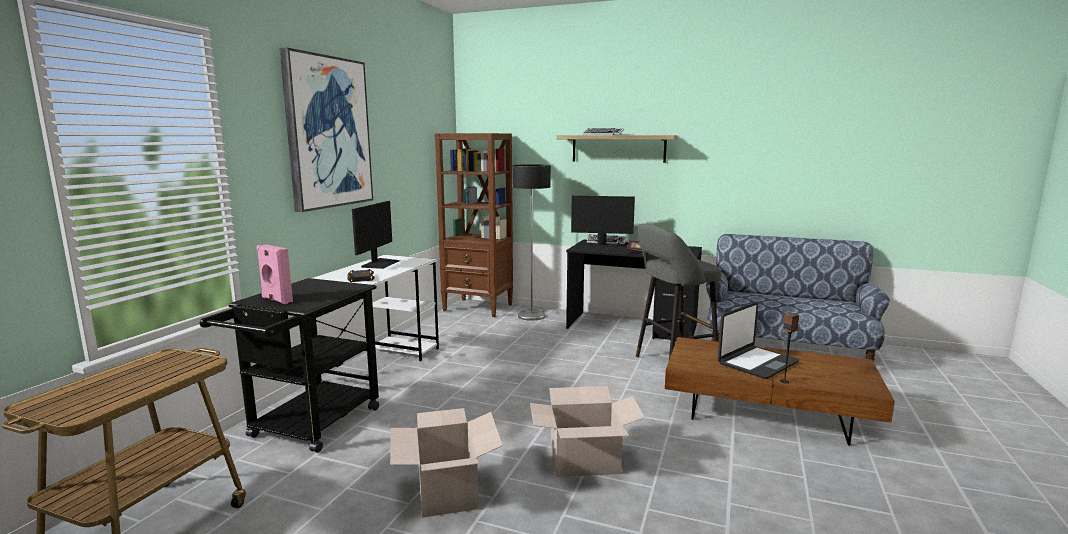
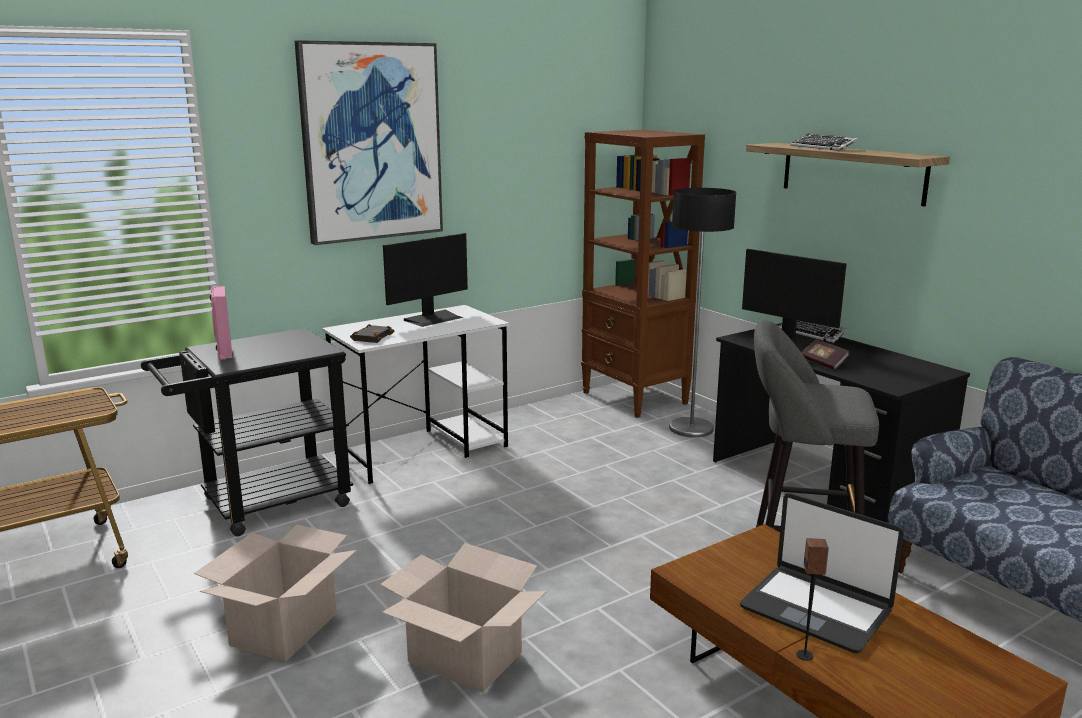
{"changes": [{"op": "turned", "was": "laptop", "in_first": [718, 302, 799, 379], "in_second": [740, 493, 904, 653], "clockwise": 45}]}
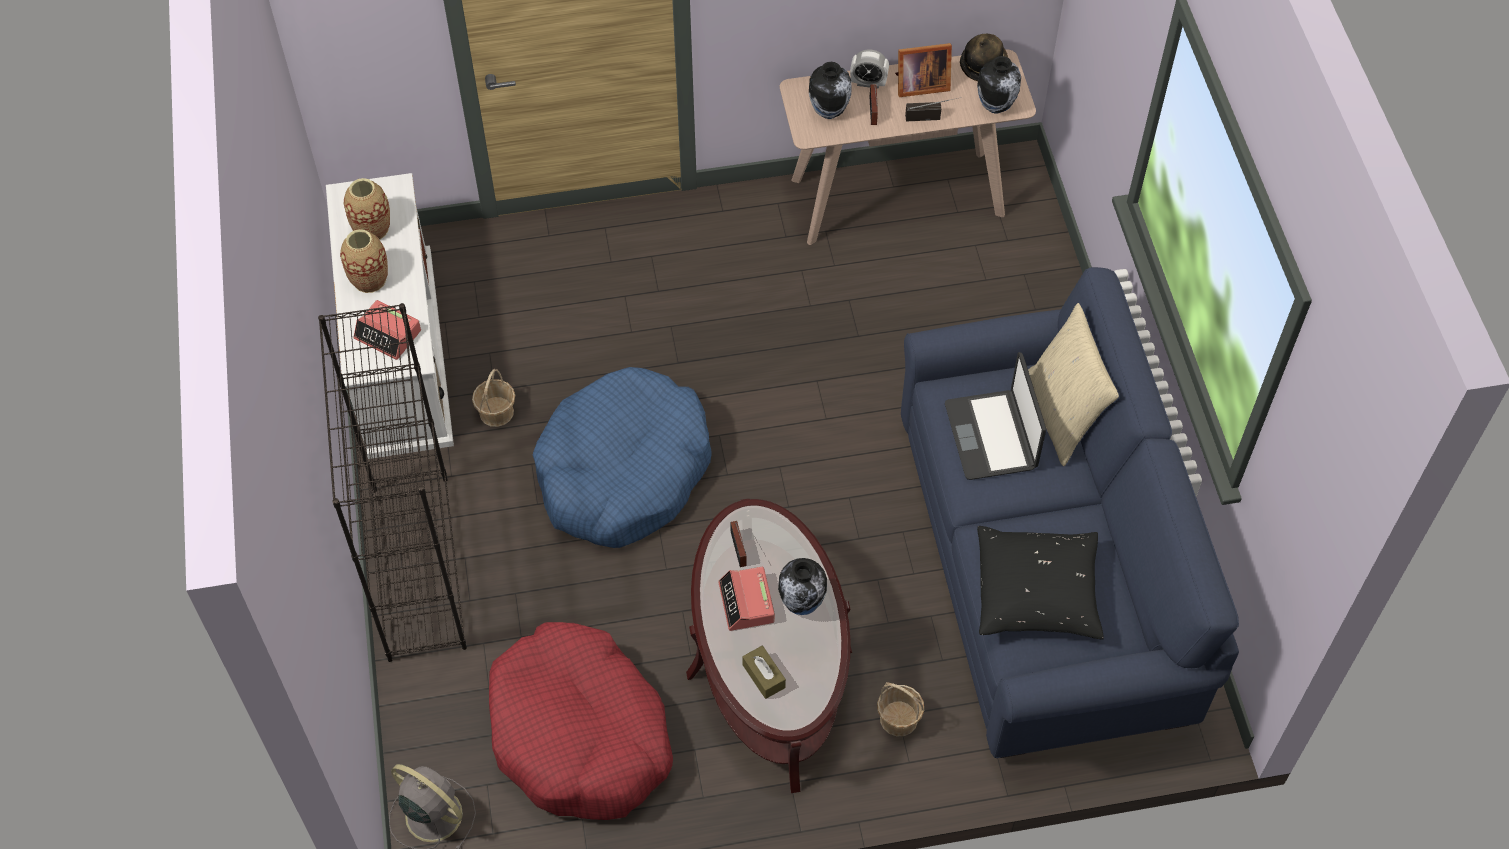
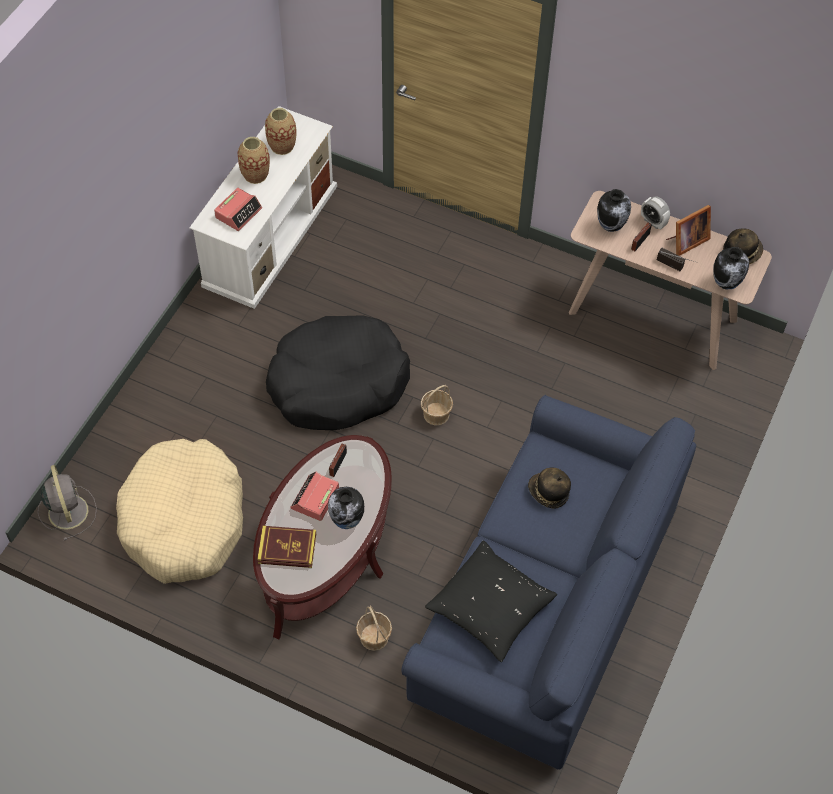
{"changes": [{"op": "removed", "was": "bookcase in black", "in_first": [318, 303, 467, 662]}, {"op": "turned", "was": "alarm clock", "in_first": [353, 300, 421, 360], "in_second": [214, 188, 262, 231], "clockwise": -120}, {"op": "moved", "was": "basket", "in_first": [472, 369, 515, 427], "in_second": [421, 385, 453, 426]}, {"op": "recoloured", "was": "dog bed in red", "now": "dog bed in beige", "in_first": [489, 622, 673, 820], "in_second": [116, 439, 243, 584]}, {"op": "recoloured", "was": "dog bed in blue", "now": "dog bed in black", "in_first": [533, 367, 712, 548], "in_second": [266, 315, 410, 430]}, {"op": "replaced", "was": "tissue box in brown", "now": "book", "in_first": [743, 646, 786, 699], "in_second": [257, 526, 316, 568]}, {"op": "turned", "was": "picture frame", "in_first": [895, 43, 952, 97], "in_second": [666, 205, 711, 256], "clockwise": -60}, {"op": "replaced", "was": "laptop", "now": "hat", "in_first": [945, 352, 1046, 480], "in_second": [528, 468, 571, 509]}, {"op": "removed", "was": "pillow in beige", "in_first": [1028, 303, 1119, 466]}]}
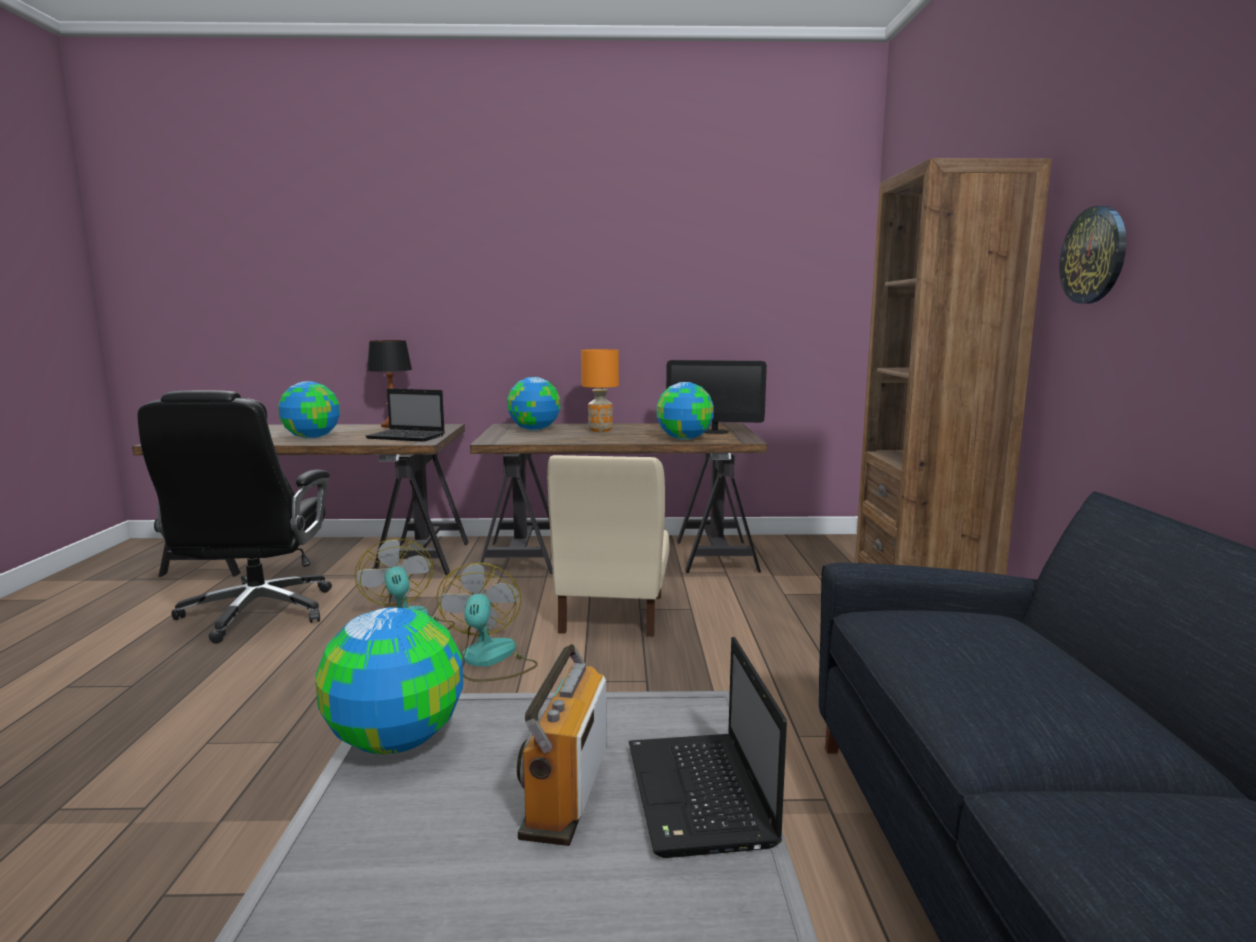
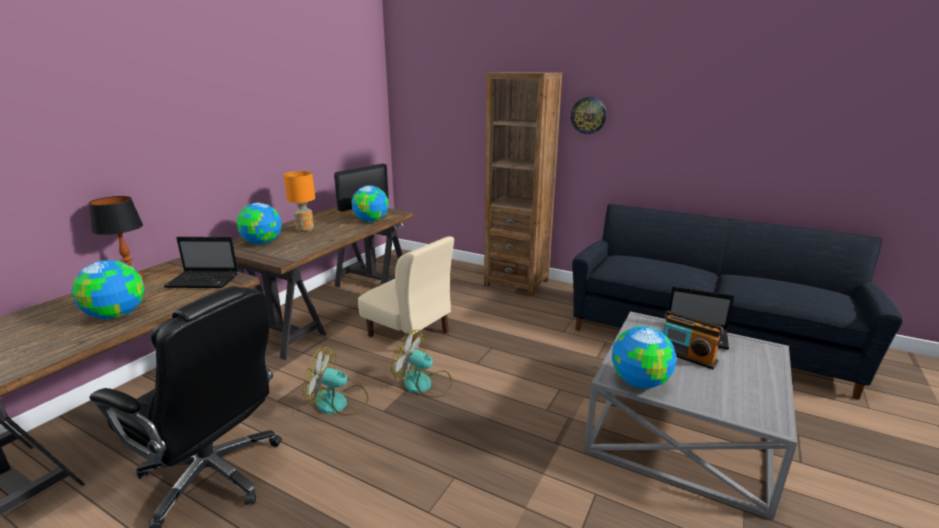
{"changes": [{"op": "turned", "was": "laptop", "in_first": [366, 388, 445, 442], "in_second": [164, 237, 238, 288], "clockwise": 45}]}
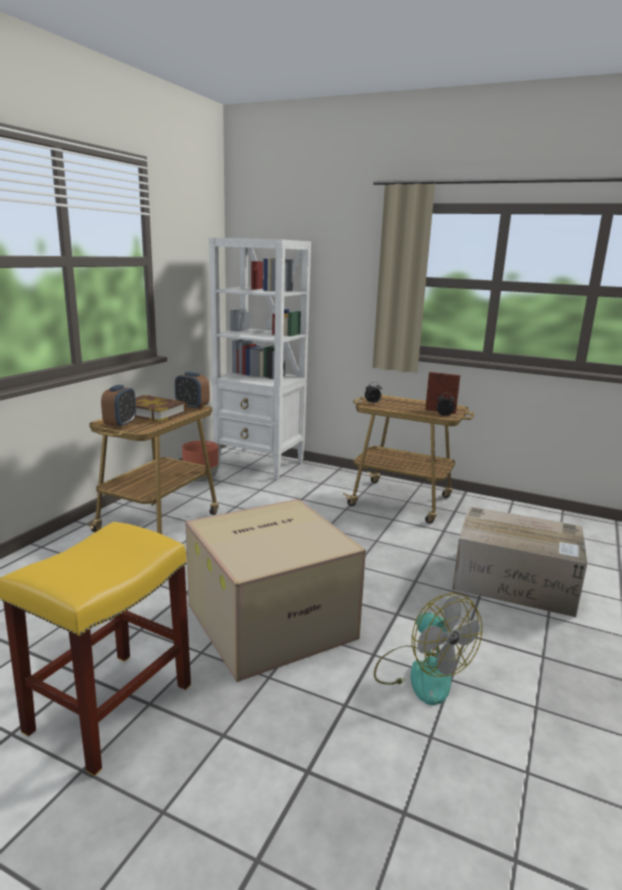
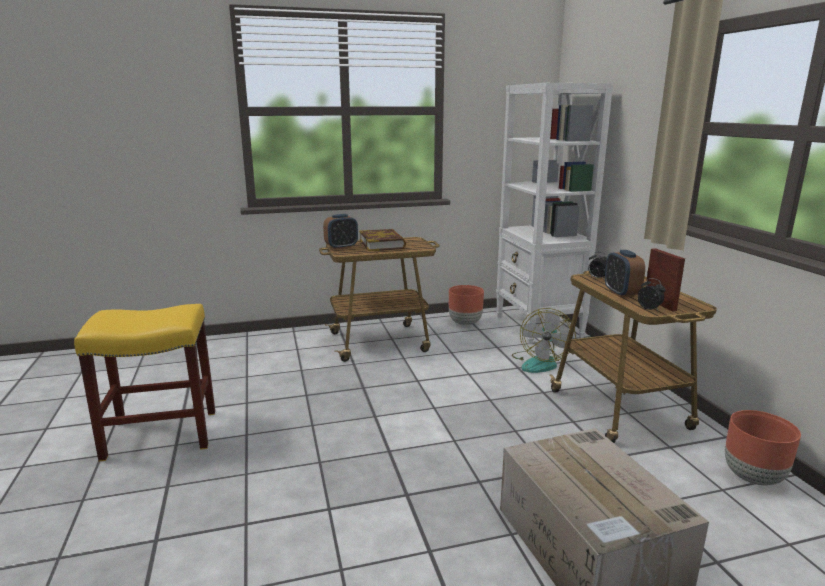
{"changes": [{"op": "moved", "was": "alarm clock", "in_first": [175, 372, 210, 410], "in_second": [605, 250, 645, 298]}, {"op": "removed", "was": "cardboard box", "in_first": [185, 499, 366, 682]}, {"op": "moved", "was": "fan", "in_first": [374, 593, 482, 705], "in_second": [512, 308, 576, 373]}, {"op": "added", "now": "planter in brown", "in_second": [725, 410, 801, 486]}]}
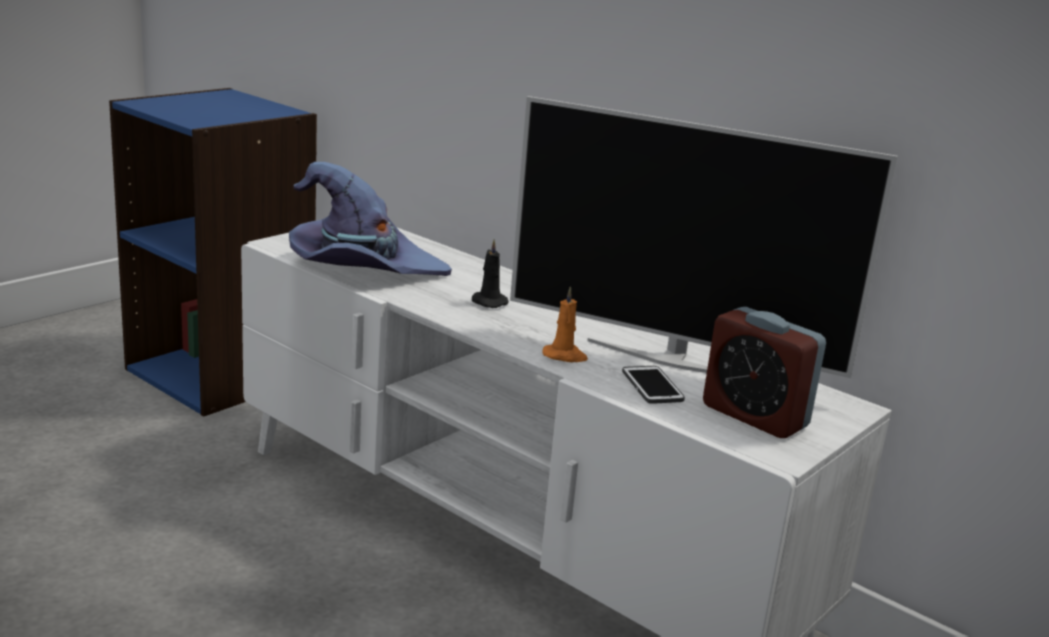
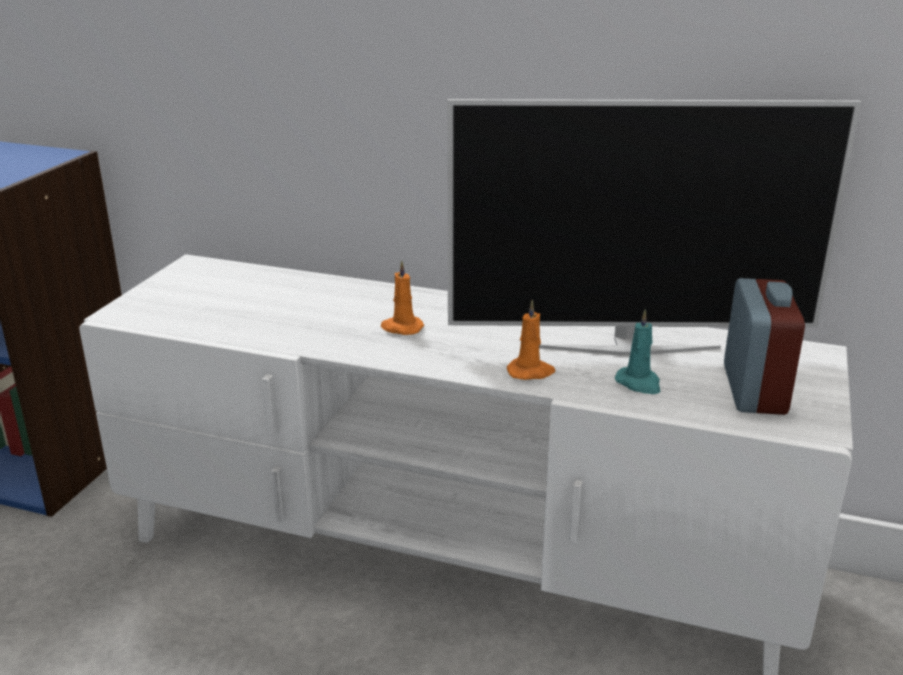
{"changes": [{"op": "removed", "was": "hat in purple", "in_first": [289, 162, 452, 276]}, {"op": "recoloured", "was": "candle in black", "now": "candle in orange", "in_first": [472, 239, 509, 308], "in_second": [381, 260, 424, 335]}, {"op": "replaced", "was": "phone", "now": "candle in turquoise", "in_first": [622, 366, 685, 404], "in_second": [615, 309, 660, 394]}, {"op": "turned", "was": "alarm clock", "in_first": [703, 307, 826, 438], "in_second": [724, 278, 805, 415], "clockwise": -105}]}
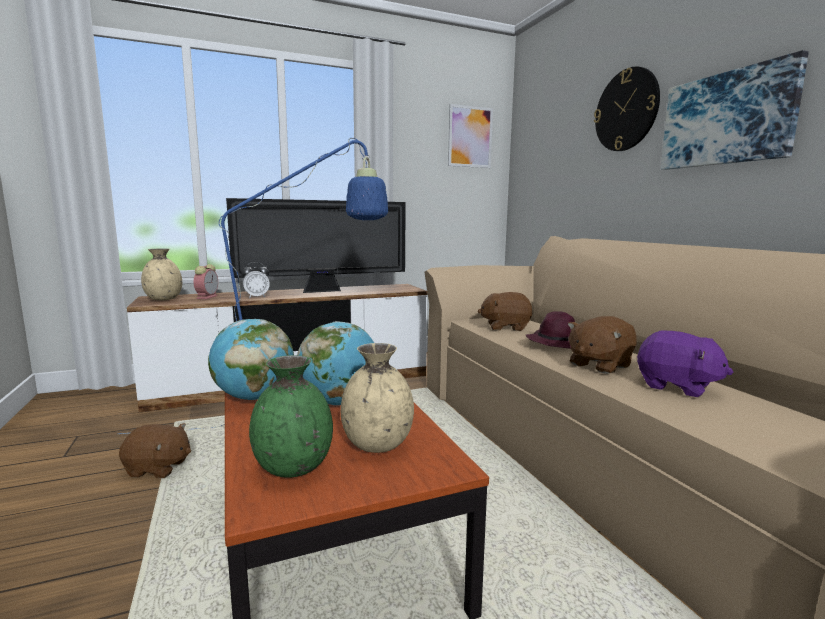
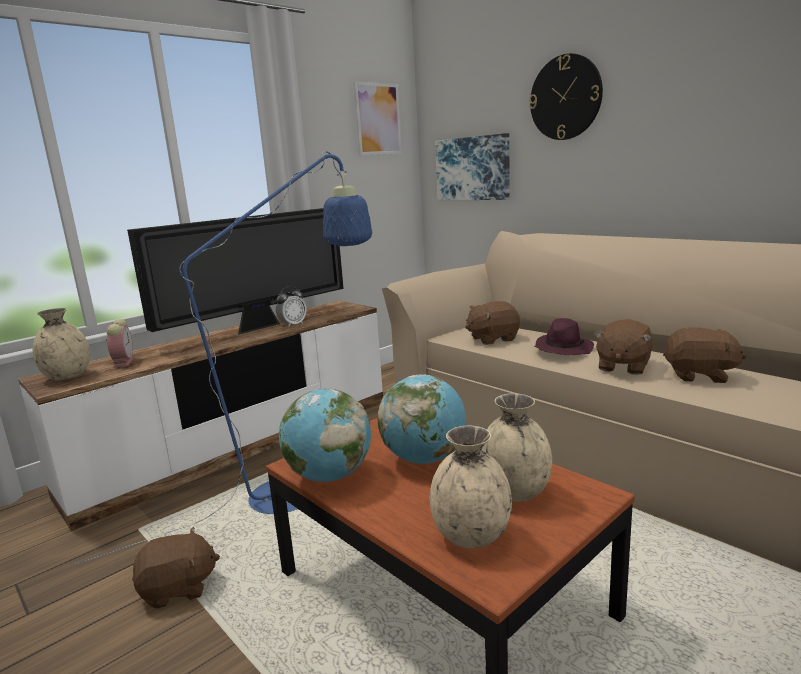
{"changes": [{"op": "moved", "was": "alarm clock", "in_first": [241, 262, 270, 298], "in_second": [276, 286, 307, 328]}, {"op": "recoloured", "was": "vase in green", "now": "vase in beige", "in_first": [249, 355, 333, 478], "in_second": [430, 426, 512, 549]}, {"op": "recoloured", "was": "plush toy in purple", "now": "plush toy in brown", "in_first": [637, 331, 733, 398], "in_second": [663, 327, 747, 383]}, {"op": "moved", "was": "picture", "in_first": [661, 50, 809, 170], "in_second": [435, 133, 510, 200]}]}
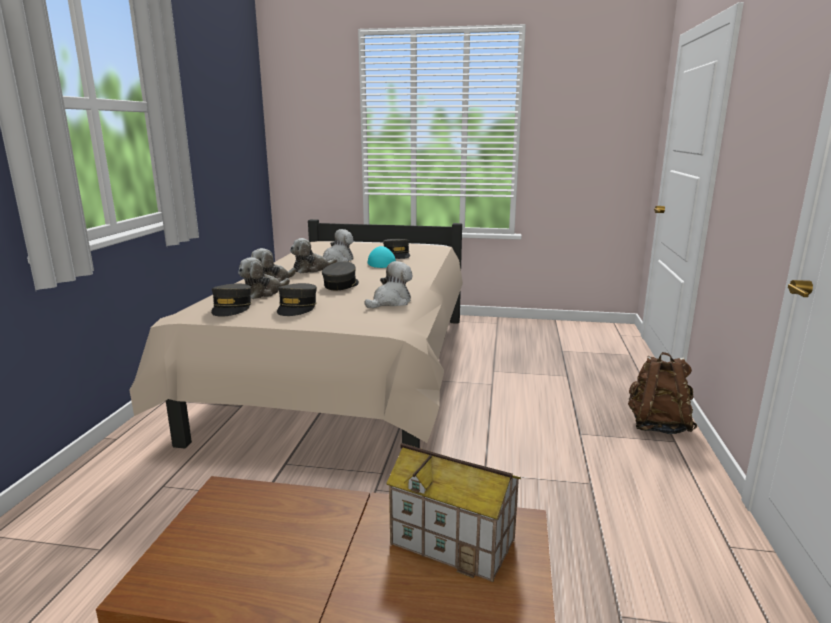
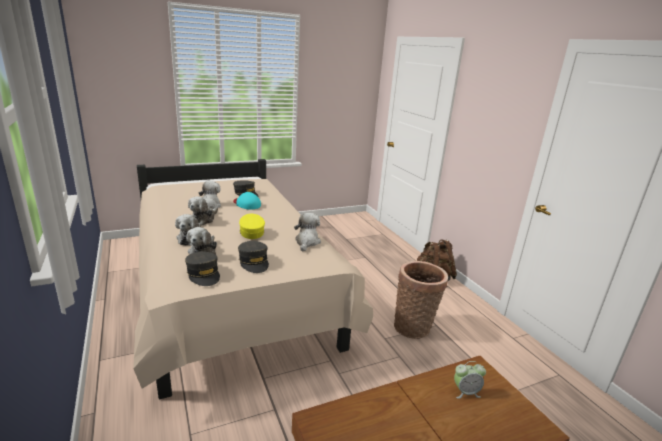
{"changes": [{"op": "recoloured", "was": "cap in grey", "now": "cap in yellow", "in_first": [322, 261, 359, 290], "in_second": [239, 214, 265, 239]}, {"op": "replaced", "was": "toy house", "now": "alarm clock", "in_first": [386, 443, 521, 582], "in_second": [454, 361, 486, 399]}, {"op": "added", "now": "basket", "in_second": [394, 261, 448, 339]}]}
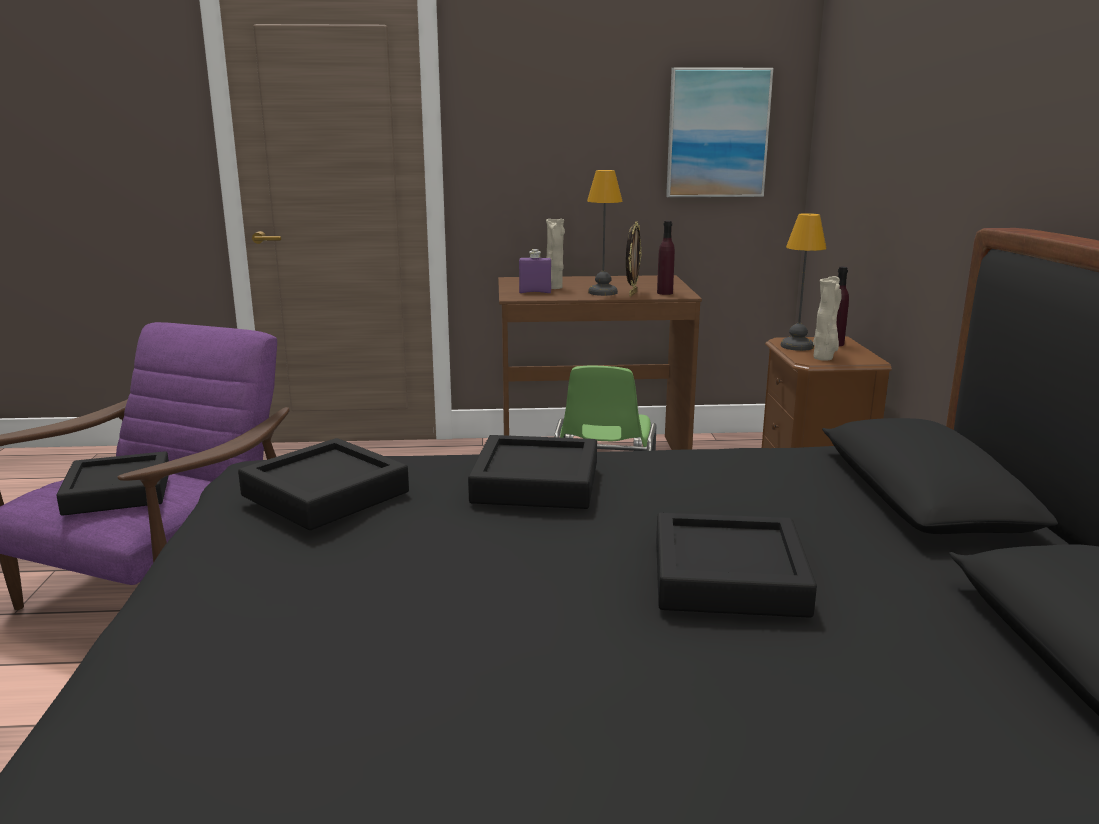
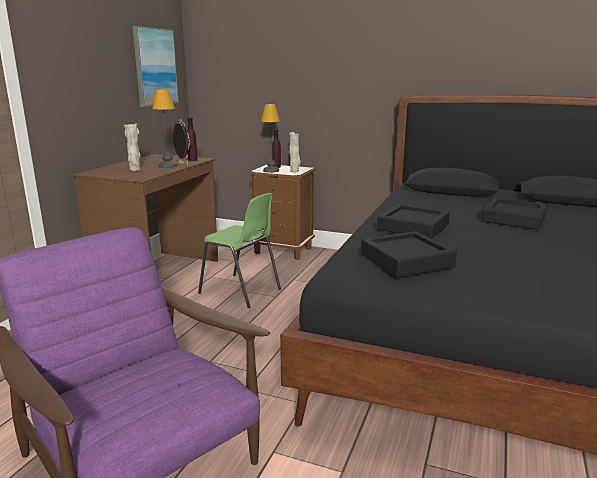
{"changes": [{"op": "removed", "was": "tray in black", "in_first": [56, 451, 169, 516]}, {"op": "removed", "was": "bottle in purple", "in_first": [519, 249, 551, 293]}]}
